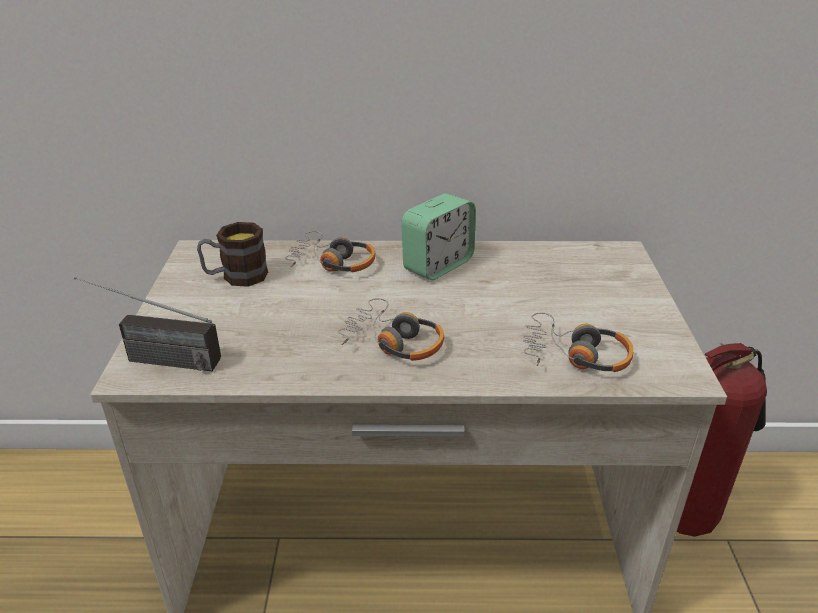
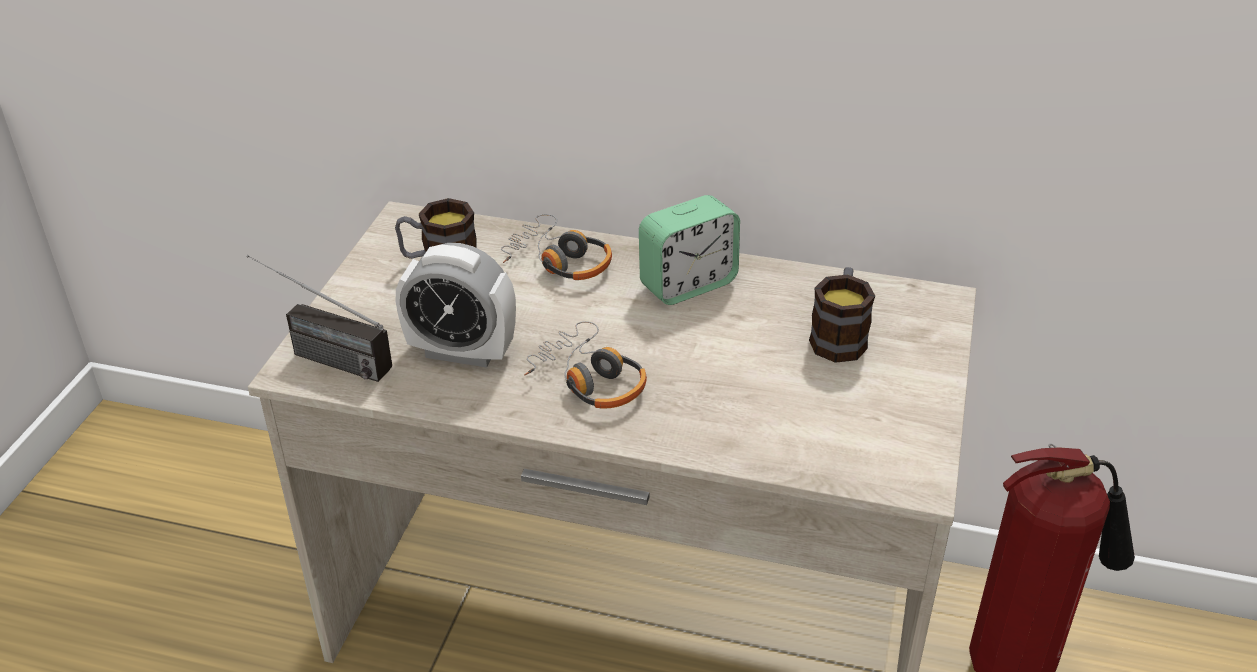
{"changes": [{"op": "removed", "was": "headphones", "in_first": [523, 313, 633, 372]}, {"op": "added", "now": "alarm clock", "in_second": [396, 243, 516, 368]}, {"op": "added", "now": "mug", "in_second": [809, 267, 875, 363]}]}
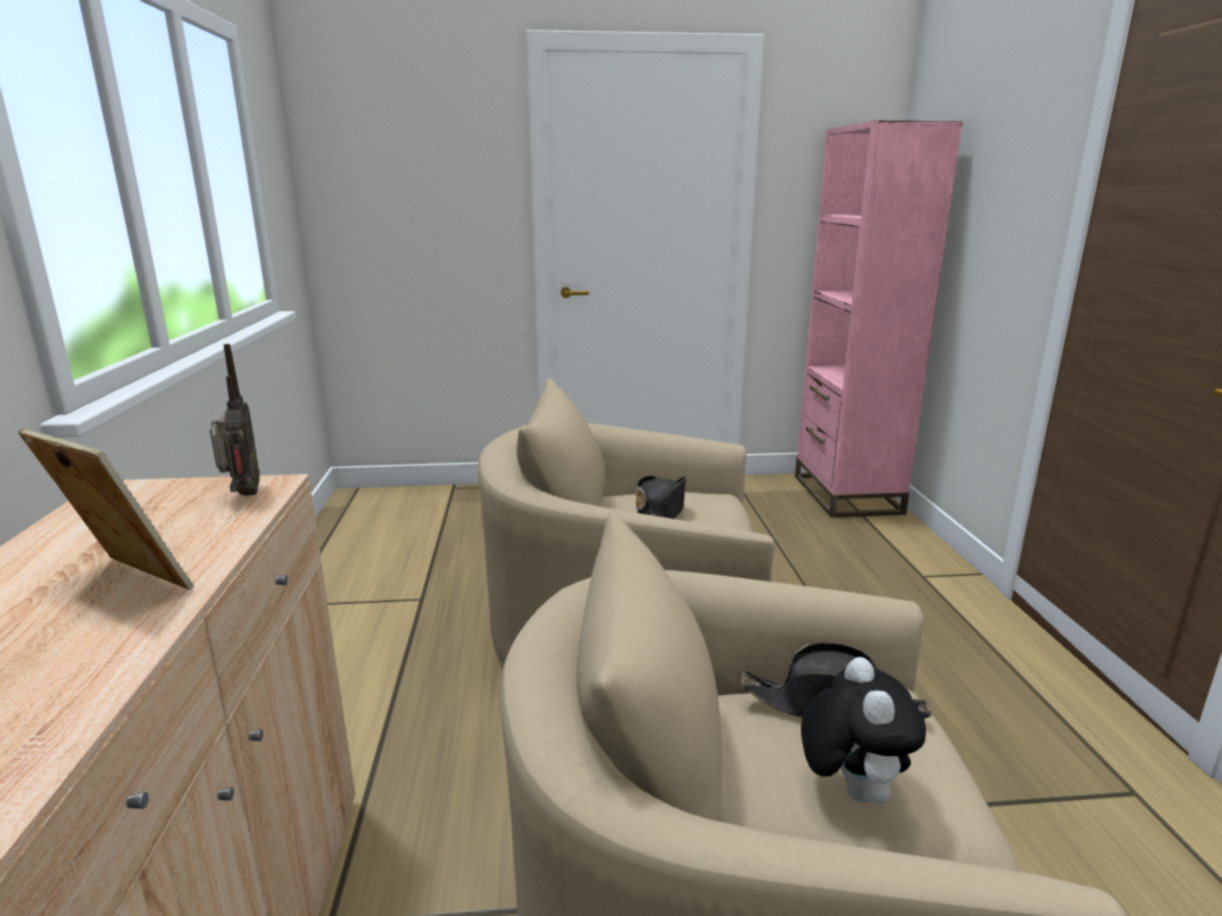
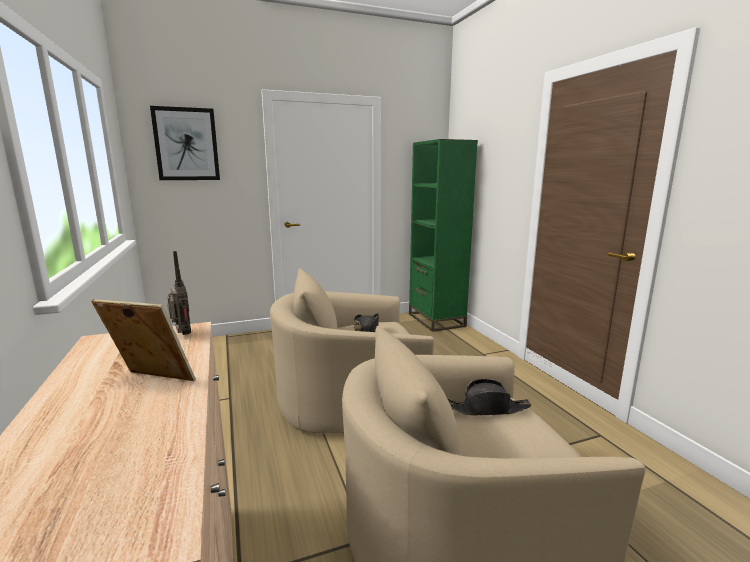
{"changes": [{"op": "recoloured", "was": "bookcase in pink", "now": "bookcase in green", "in_first": [795, 120, 963, 517], "in_second": [409, 139, 478, 332]}, {"op": "removed", "was": "plush toy", "in_first": [801, 657, 926, 804]}, {"op": "added", "now": "picture", "in_second": [150, 106, 220, 180]}]}
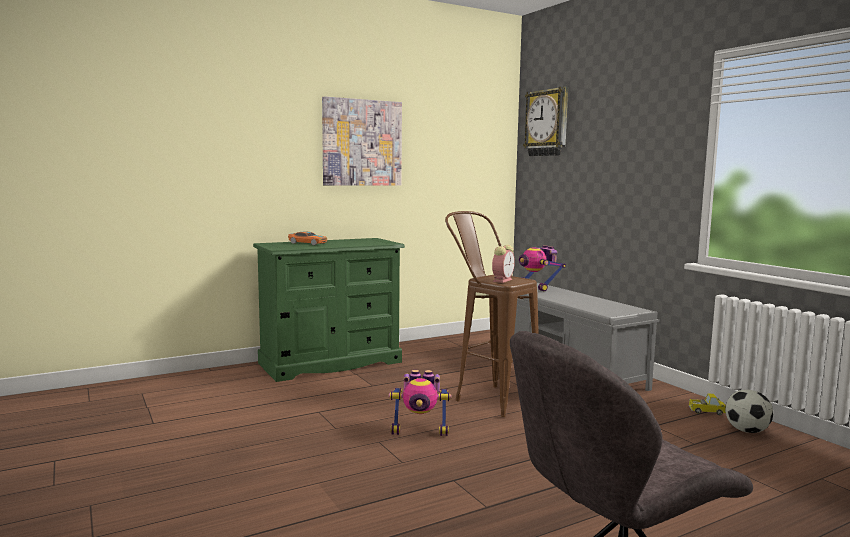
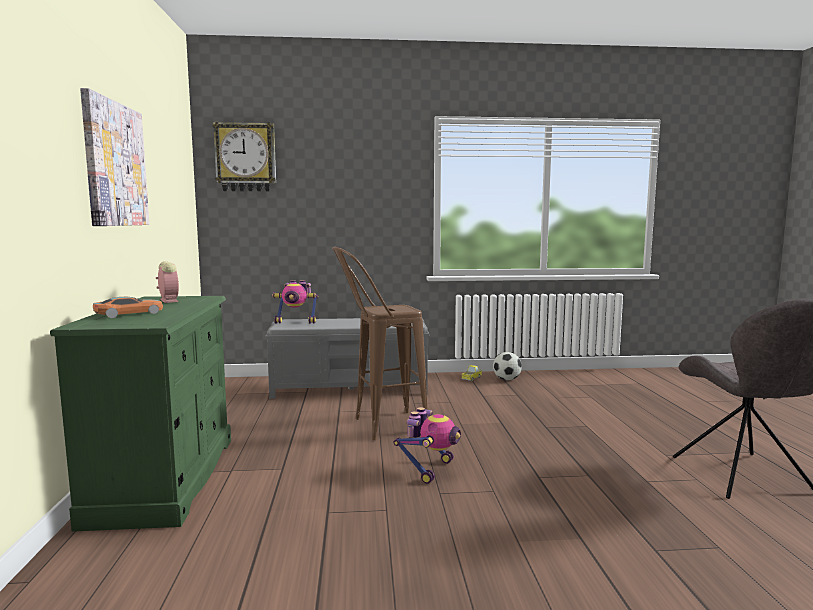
{"changes": [{"op": "moved", "was": "alarm clock", "in_first": [492, 245, 515, 283], "in_second": [156, 261, 179, 303]}]}
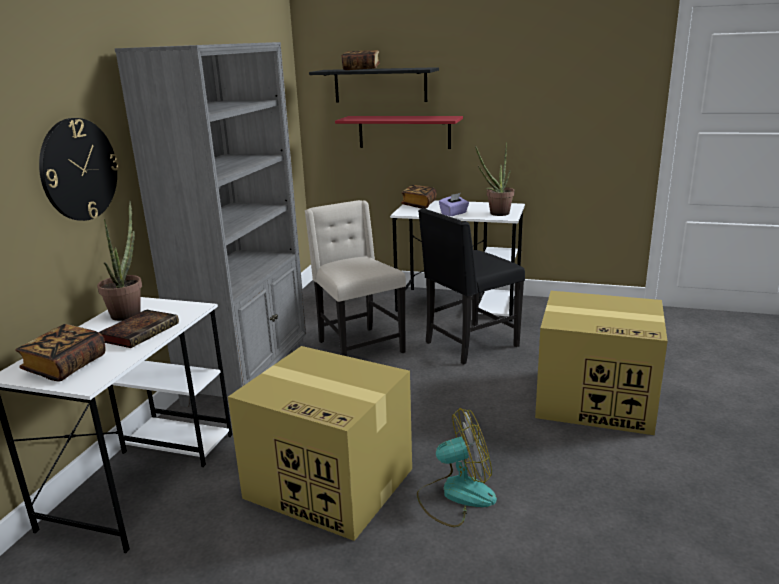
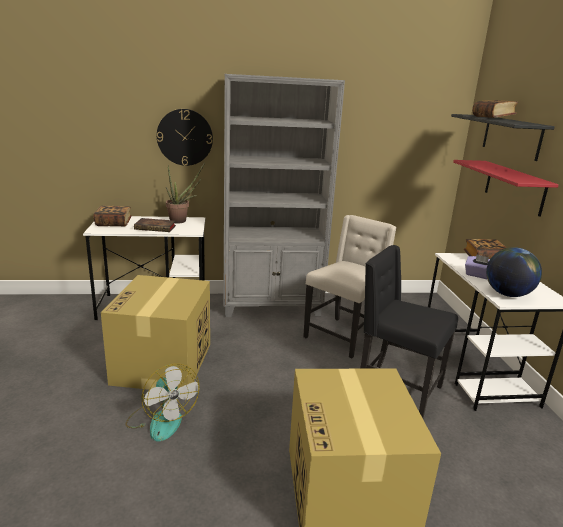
{"changes": [{"op": "replaced", "was": "potted plant", "now": "globe", "in_first": [475, 142, 514, 216], "in_second": [486, 247, 542, 297]}]}
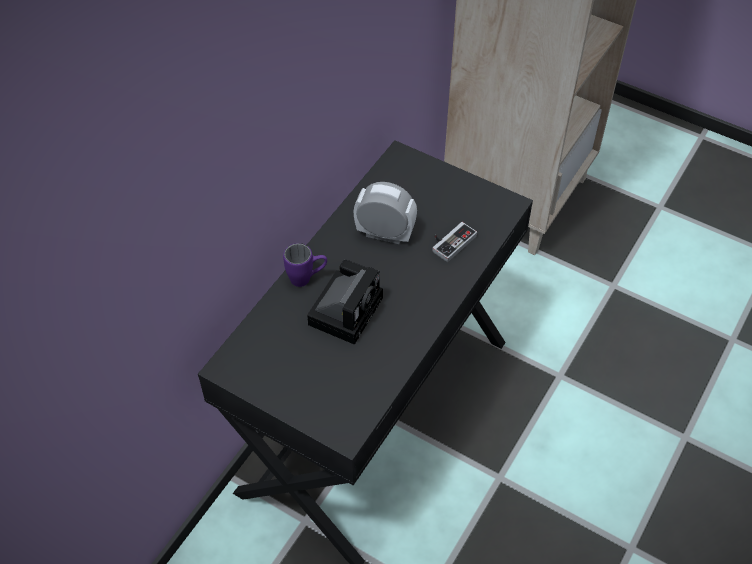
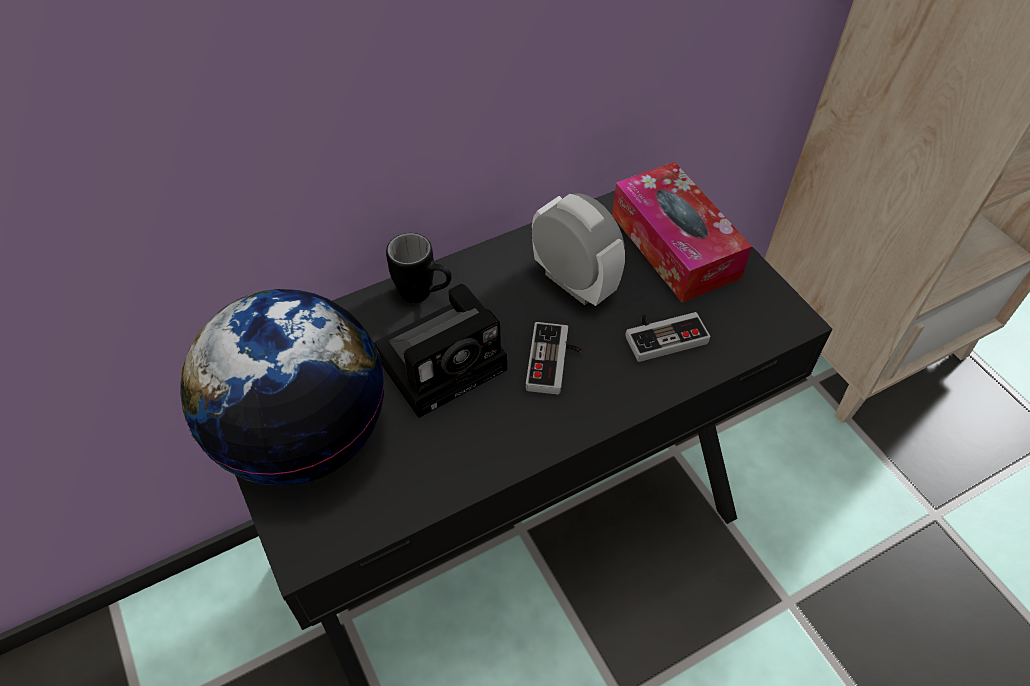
{"changes": [{"op": "recoloured", "was": "mug in purple", "now": "mug in black", "in_first": [283, 243, 327, 287], "in_second": [386, 233, 452, 303]}, {"op": "added", "now": "globe", "in_second": [181, 289, 384, 486]}, {"op": "added", "now": "game controller", "in_second": [526, 322, 582, 395]}, {"op": "added", "now": "tissue box", "in_second": [612, 162, 752, 303]}]}
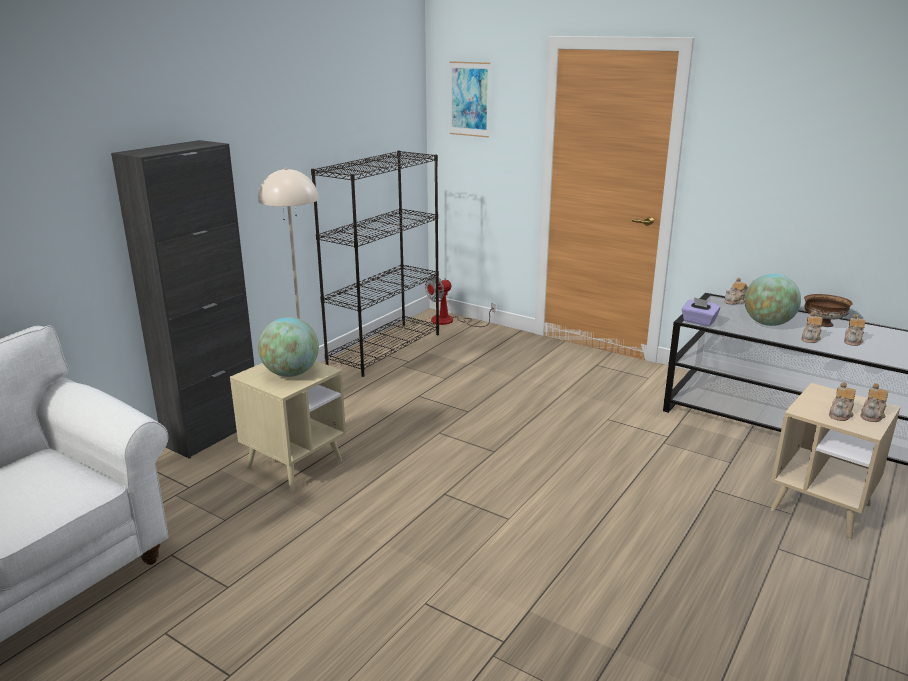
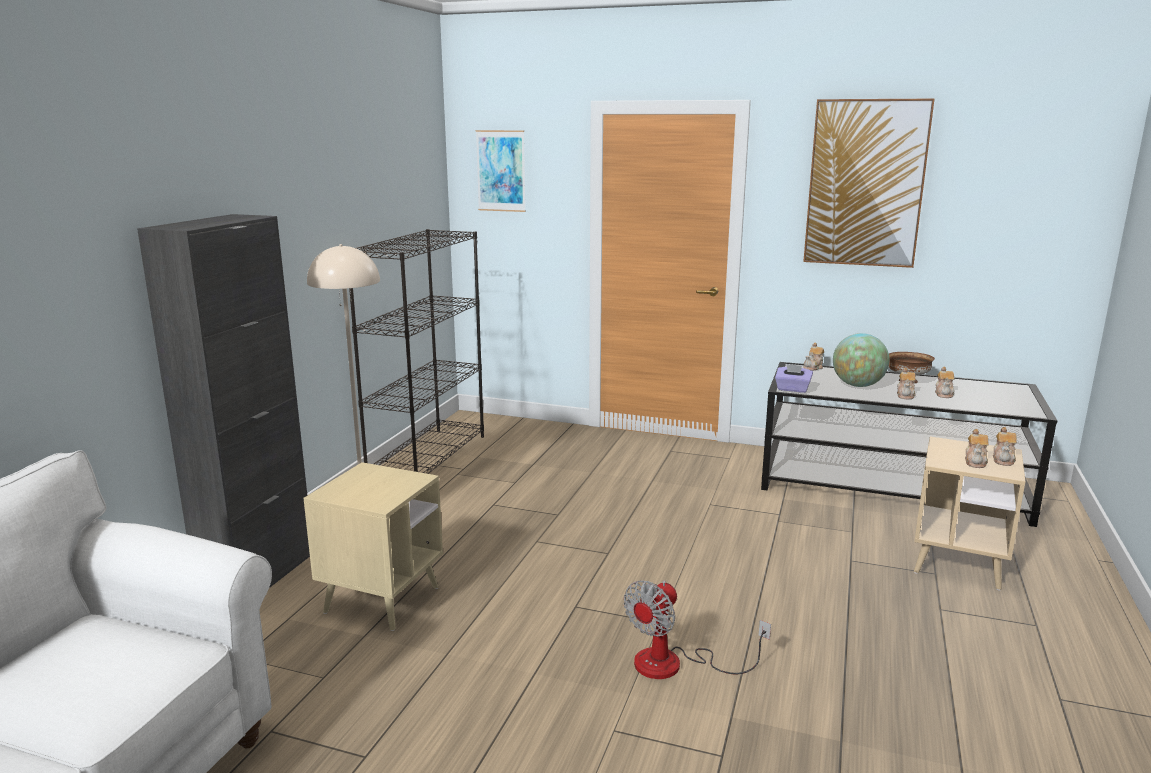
{"changes": [{"op": "removed", "was": "globe", "in_first": [258, 317, 319, 377]}, {"op": "moved", "was": "fan", "in_first": [425, 275, 495, 327], "in_second": [624, 581, 771, 679]}, {"op": "added", "now": "picture", "in_second": [803, 99, 934, 268]}]}
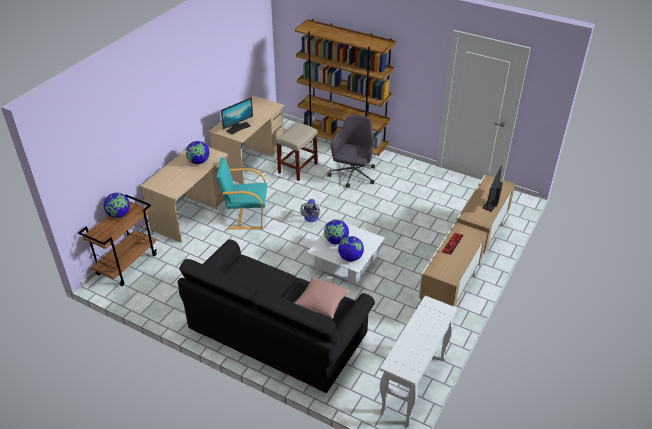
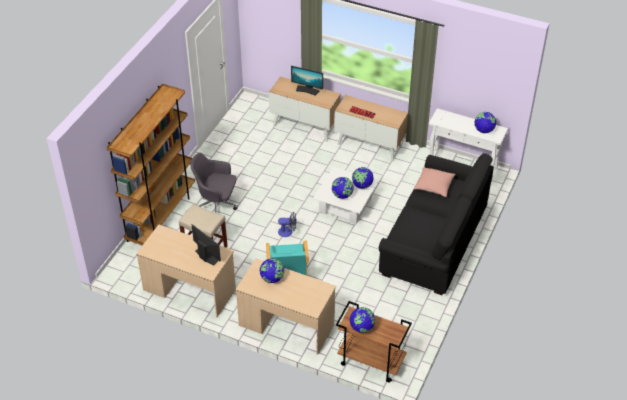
{"changes": [{"op": "added", "now": "globe", "in_second": [474, 112, 496, 133]}]}
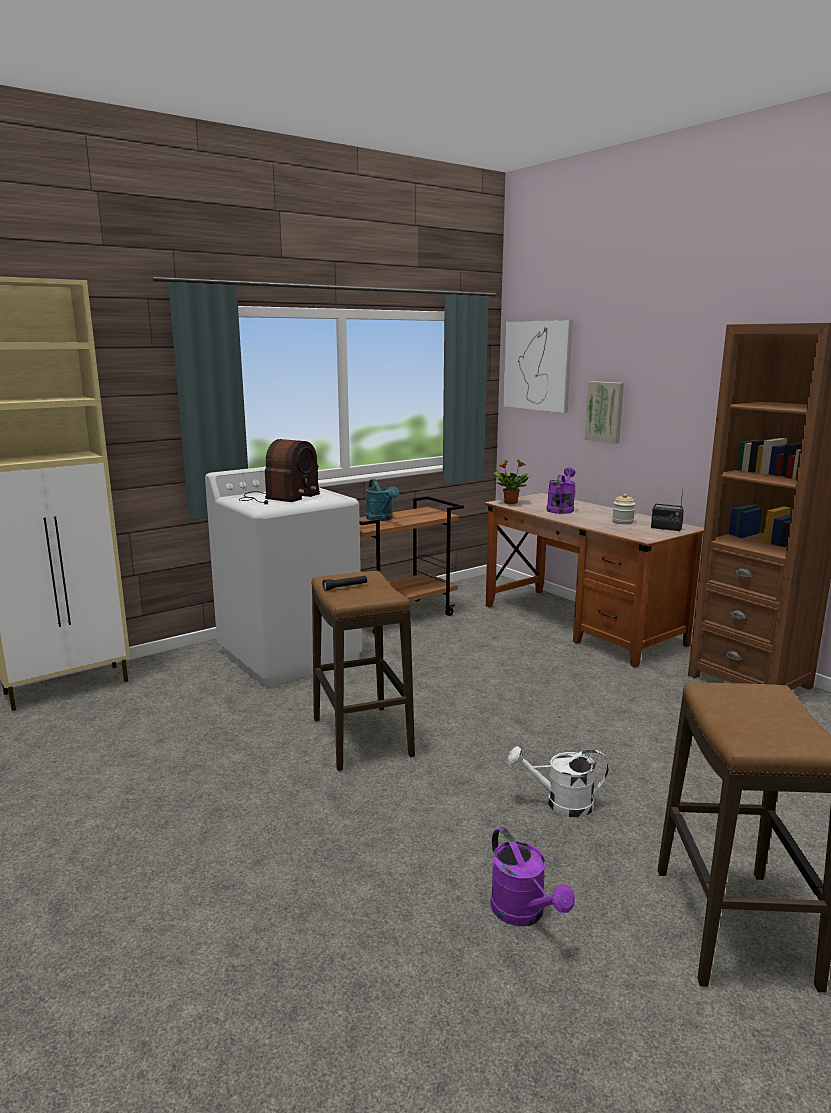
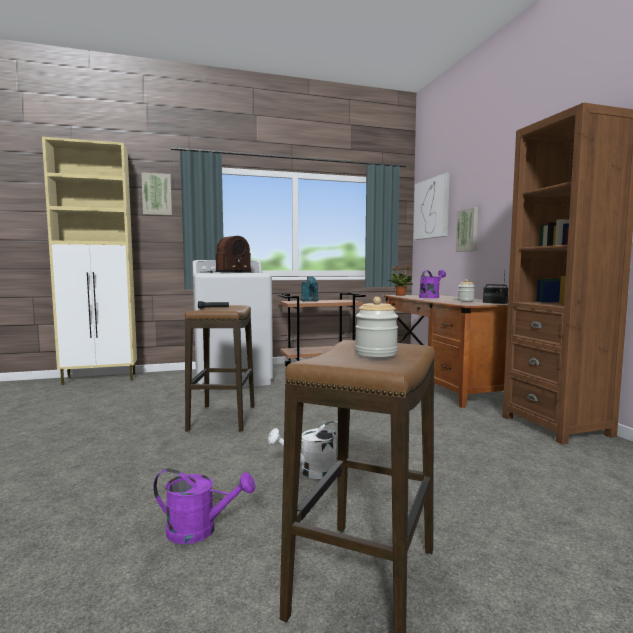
{"changes": [{"op": "turned", "was": "watering can in purple", "in_first": [490, 827, 575, 926], "in_second": [153, 468, 255, 544], "clockwise": -75}, {"op": "turned", "was": "watering can in white", "in_first": [508, 746, 609, 817], "in_second": [268, 421, 338, 479], "clockwise": -45}, {"op": "added", "now": "picture", "in_second": [141, 172, 172, 216]}, {"op": "added", "now": "jar", "in_second": [355, 297, 398, 357]}]}
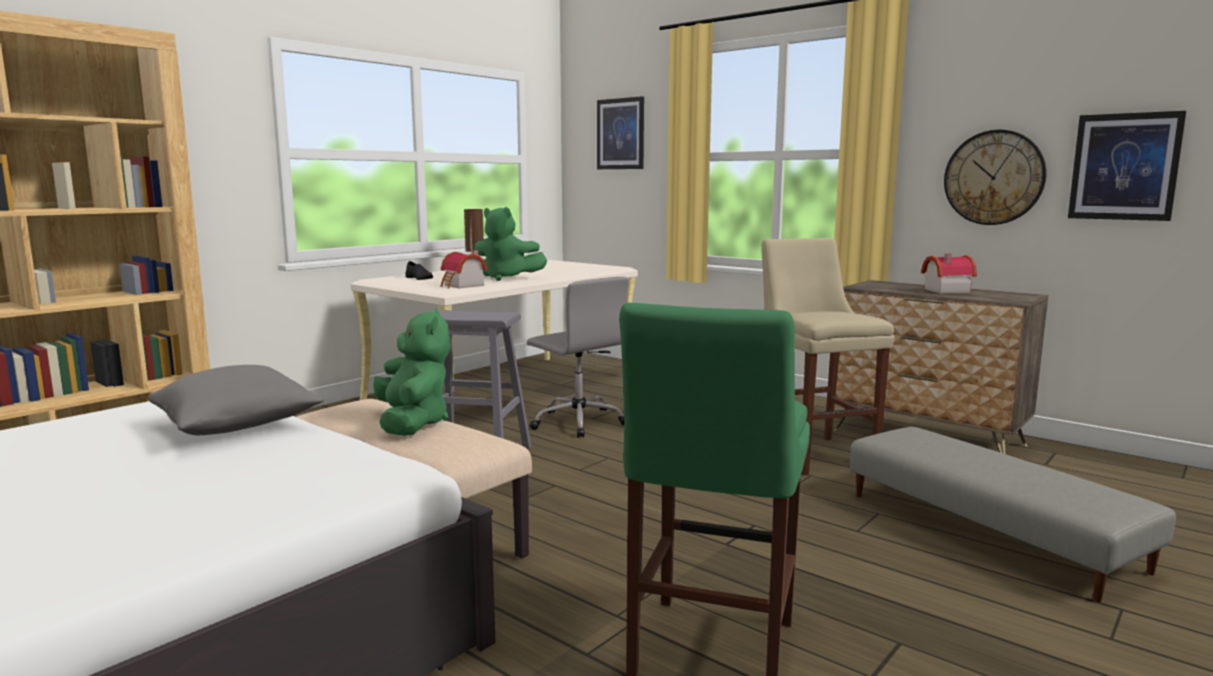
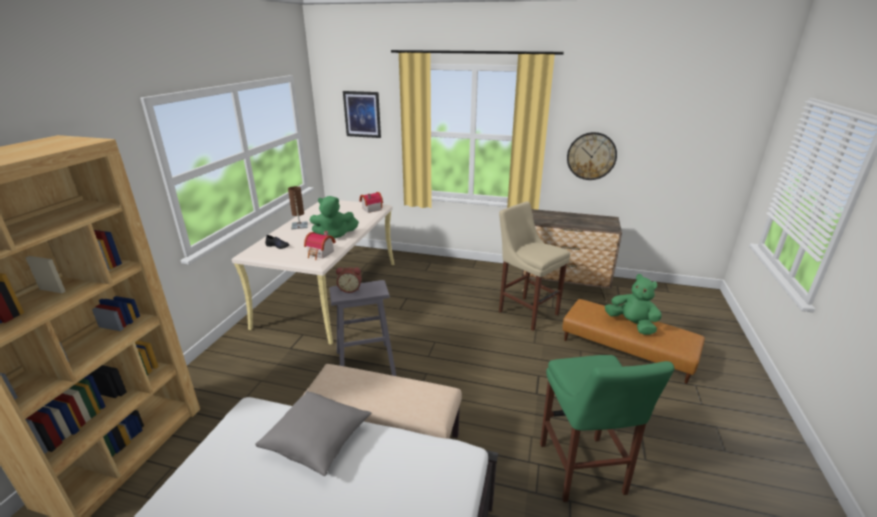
{"changes": [{"op": "moved", "was": "plush toy in green", "in_first": [373, 308, 450, 436], "in_second": [605, 274, 662, 335]}, {"op": "removed", "was": "office chair in grey", "in_first": [527, 277, 629, 438]}, {"op": "recoloured", "was": "ottoman in grey", "now": "ottoman in brown", "in_first": [850, 427, 1176, 602], "in_second": [563, 299, 705, 384]}, {"op": "moved", "was": "toy house", "in_first": [921, 254, 977, 294], "in_second": [360, 192, 383, 213]}, {"op": "removed", "was": "picture", "in_first": [1068, 111, 1186, 221]}, {"op": "added", "now": "alarm clock", "in_second": [336, 267, 362, 293]}]}
